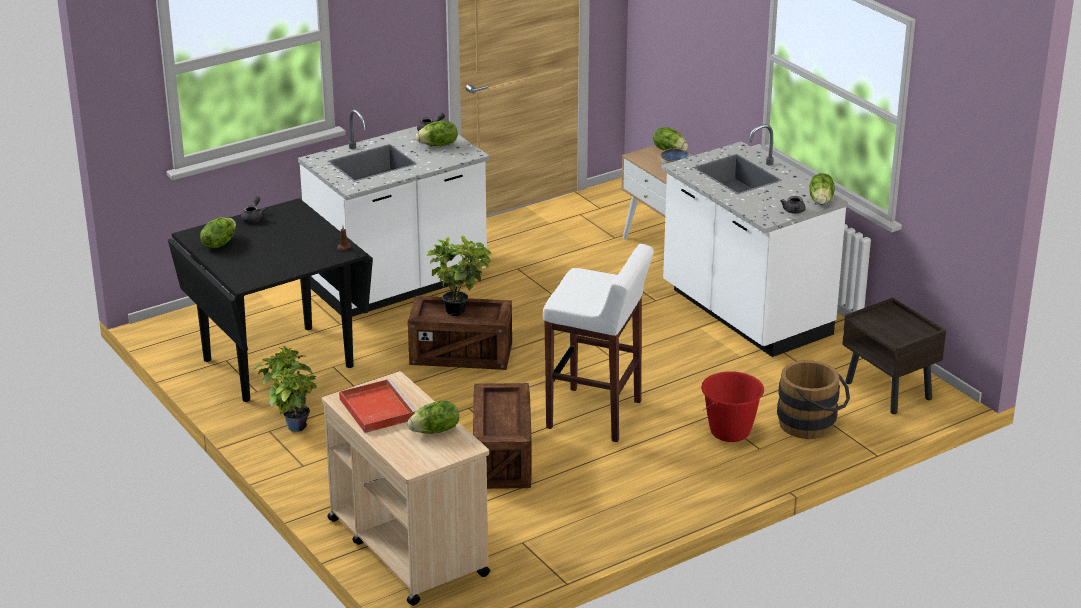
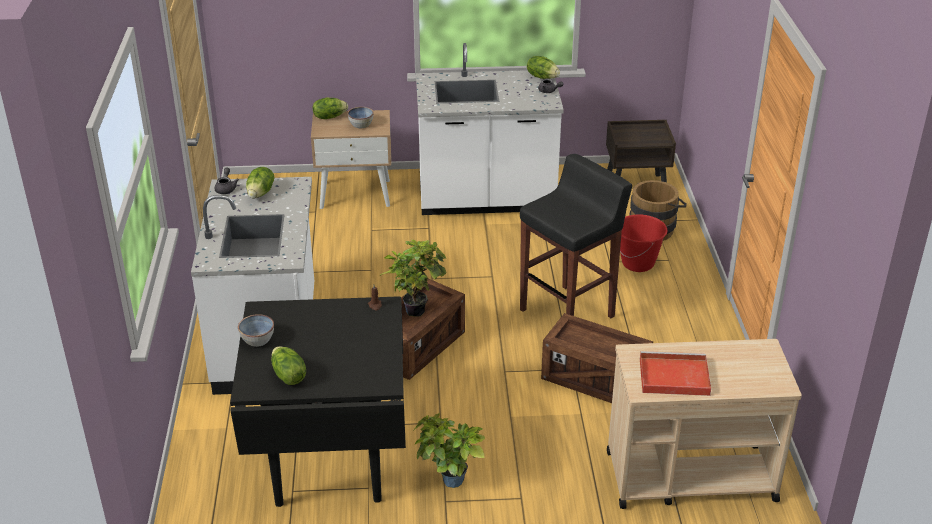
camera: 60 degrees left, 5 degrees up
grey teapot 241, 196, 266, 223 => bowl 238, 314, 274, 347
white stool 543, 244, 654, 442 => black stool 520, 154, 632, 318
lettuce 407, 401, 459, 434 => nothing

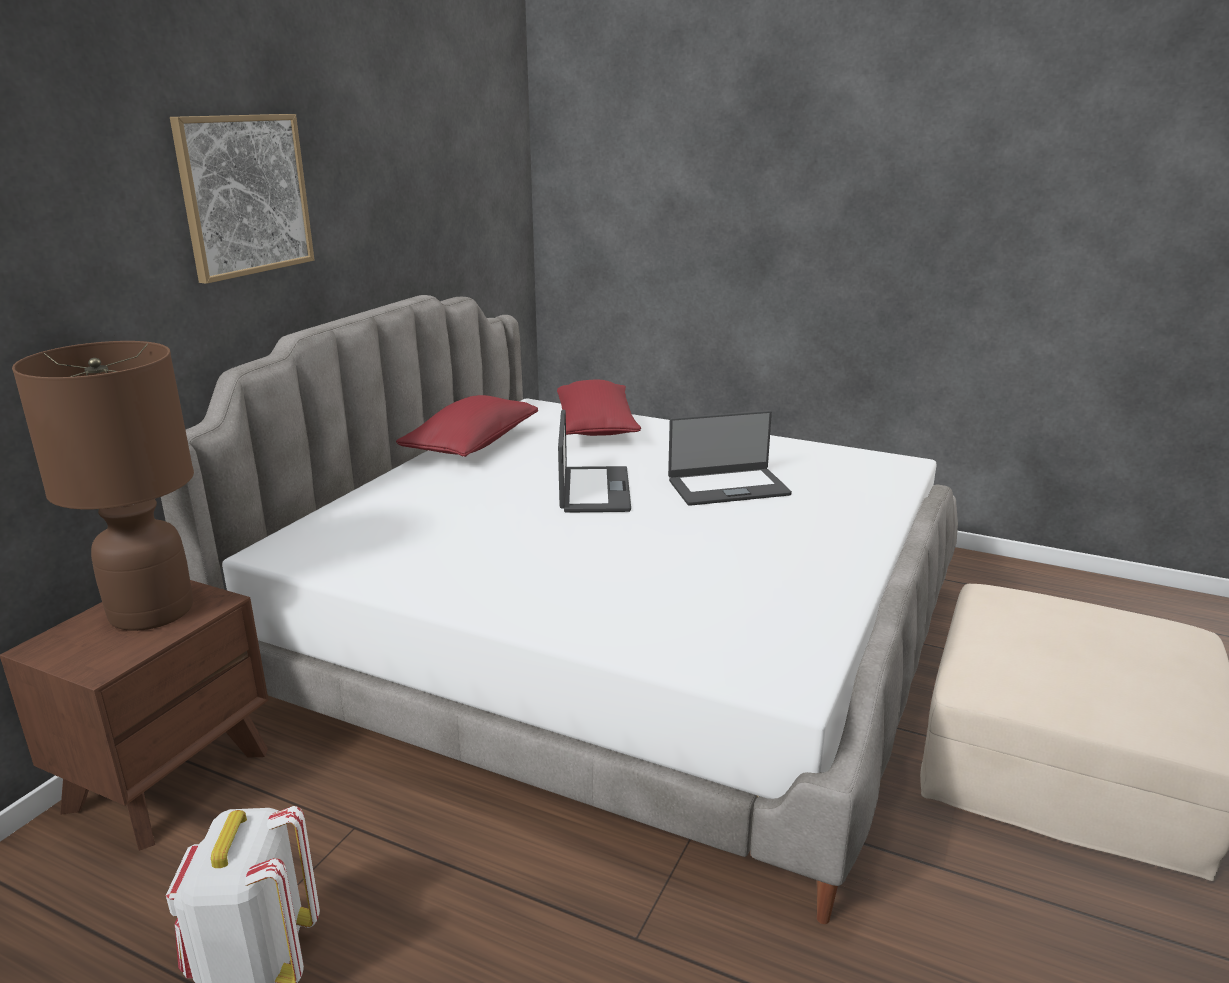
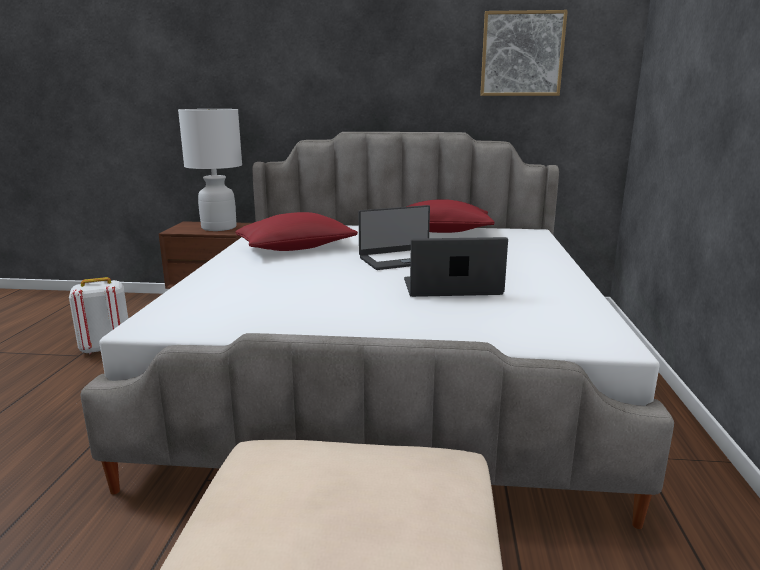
camera: 70 degrees right, 5 degrees down
brown table lamp 12, 341, 194, 631 => white table lamp 178, 109, 242, 231
red pillow 557, 380, 641, 436 => red pillow 236, 212, 358, 251, move
laptop 668, 410, 792, 506 => laptop 404, 237, 508, 297, 120 degrees clockwise
picture 170, 114, 314, 284 => picture 480, 10, 568, 96, move

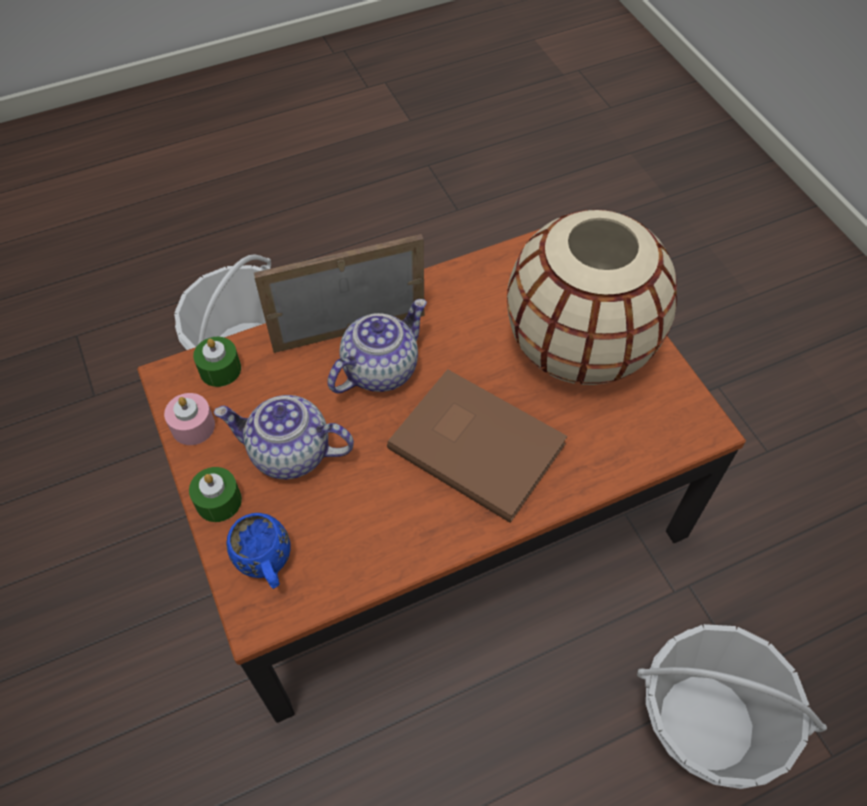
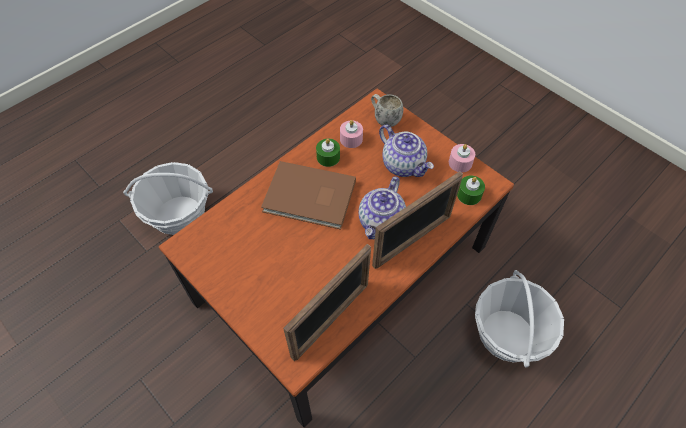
camera: 160 degrees right, 0 degrees up
nothing => picture frame 283, 244, 371, 361
green candle 189, 467, 242, 522 => green candle 316, 139, 340, 167, move
nothing => pink candle 340, 120, 363, 148
blue mug 226, 513, 290, 589 => white mug 371, 94, 403, 127
teapot 214, 395, 354, 479 => teapot 379, 125, 434, 177, 60 degrees clockwise
beige vase 507, 209, 677, 385 => nothing

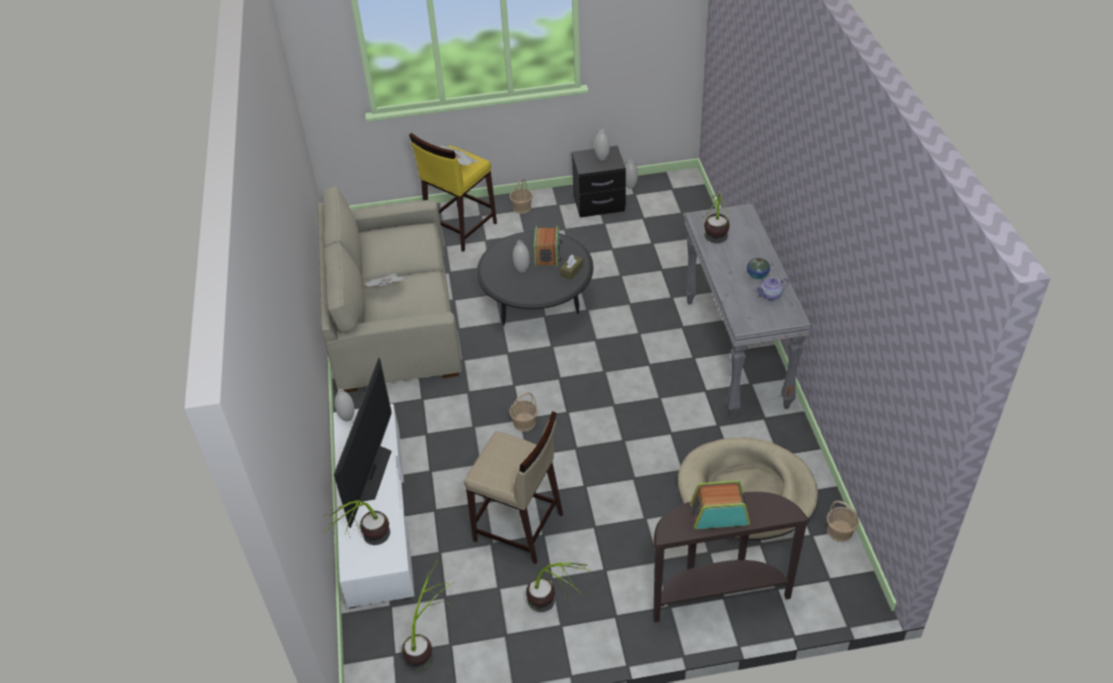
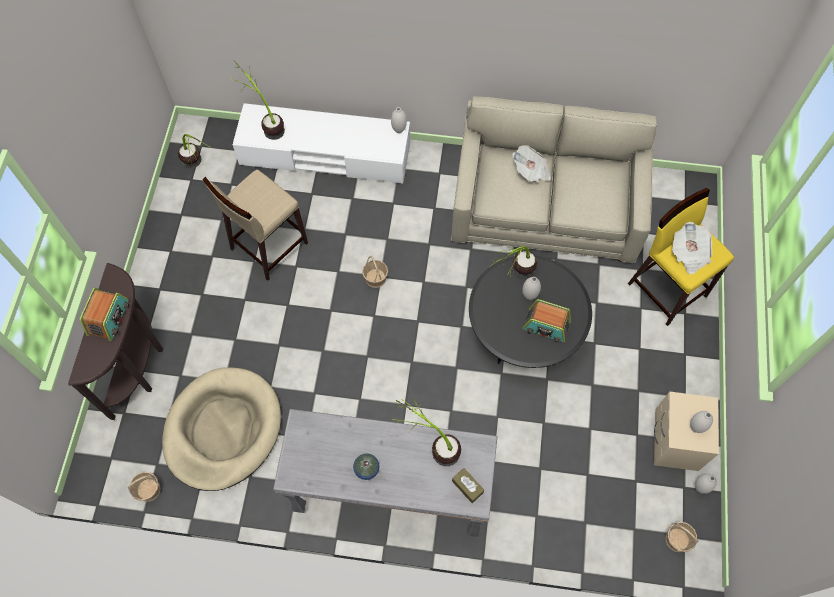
camera: 105 degrees right, 20 degrees up
brown tissue box 560, 255, 583, 280 => brown tissue box 452, 468, 484, 503, move
potted plant 526, 563, 592, 612 => potted plant 491, 246, 537, 278, move
black nightstand 572, 146, 626, 217 => beige nightstand 654, 392, 719, 471
basket 509, 178, 533, 214 => basket 666, 522, 698, 552, move
television 334, 358, 392, 528 => nothing
teapot 755, 277, 789, 300 => nothing

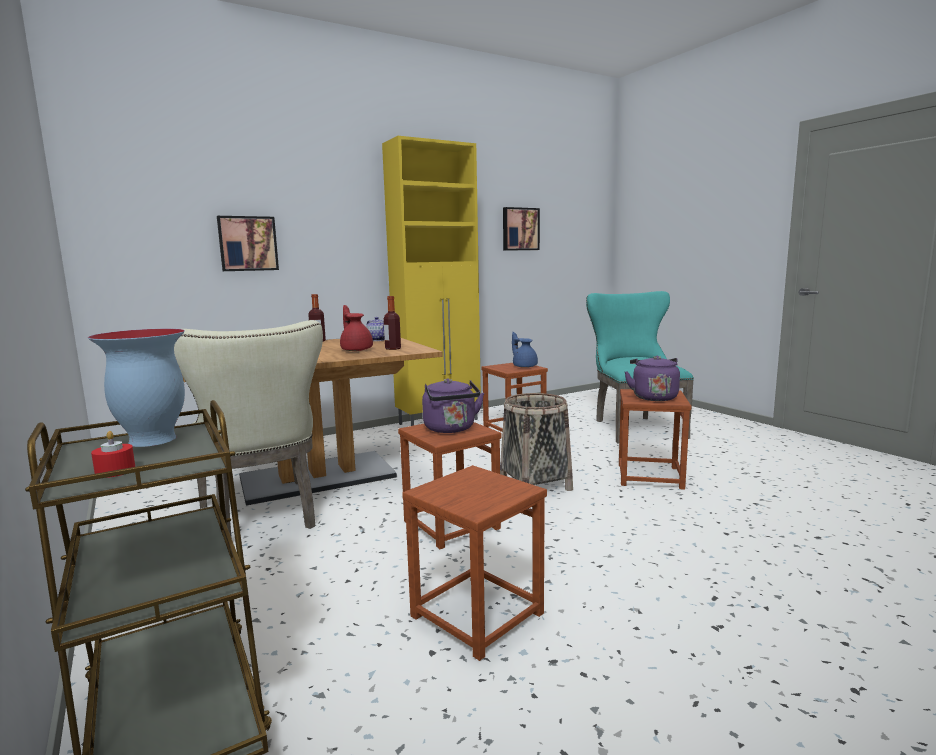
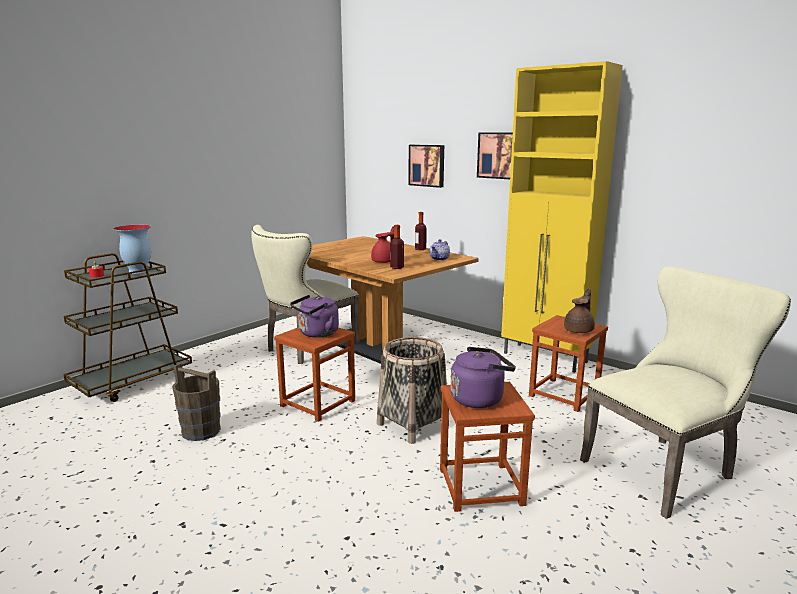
camera: 70 degrees right, 5 degrees up
brown stool 402, 465, 547, 661 => brown bucket 172, 363, 221, 441
picture 503, 207, 540, 251 => picture 477, 132, 513, 179, move
blue teapot 512, 332, 538, 368 => brown teapot 564, 288, 595, 333
turquoise chair 586, 291, 694, 443 => beige chair 580, 266, 791, 519

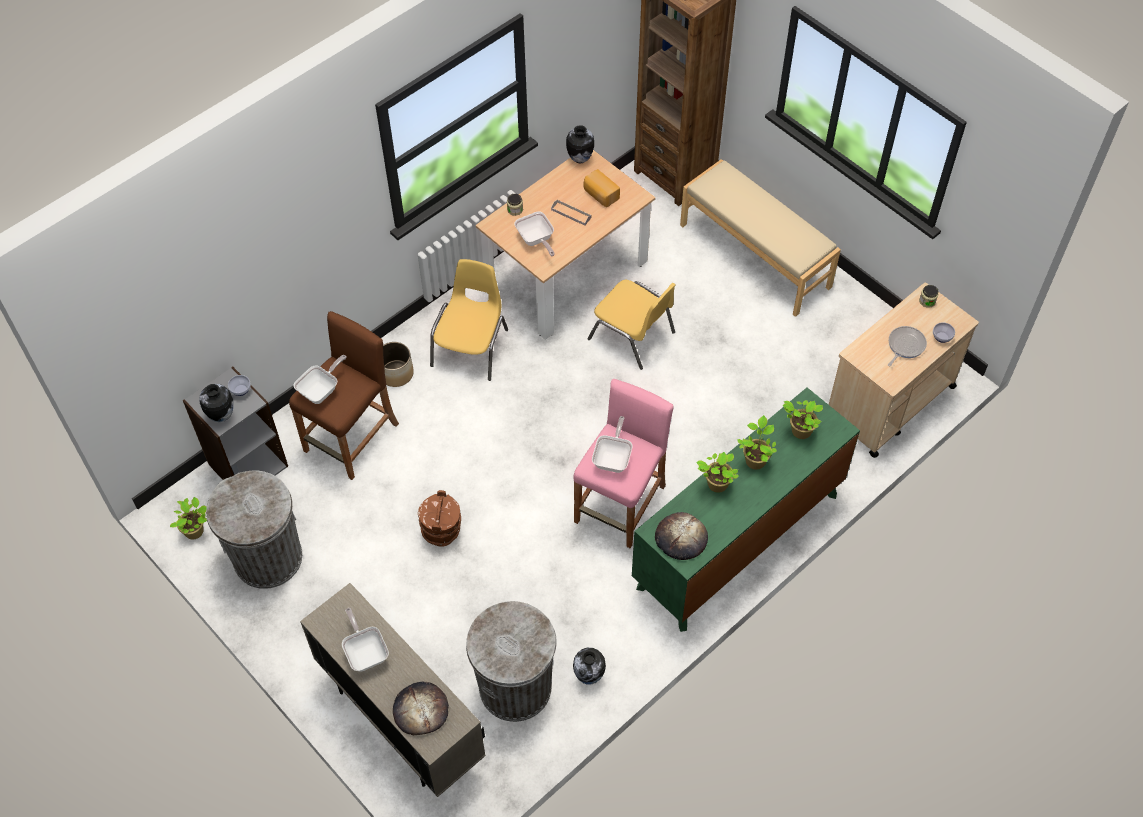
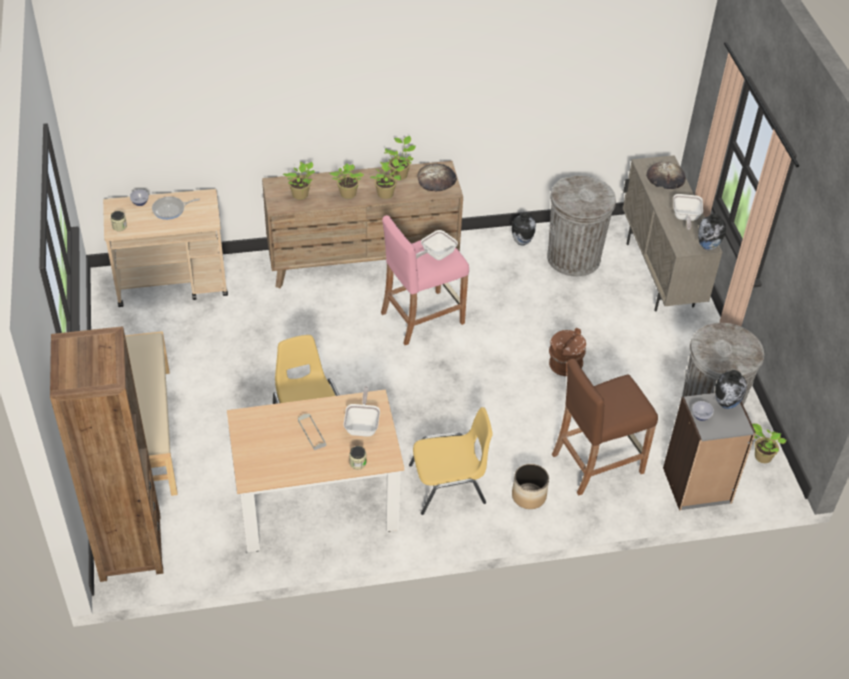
camera: 150 degrees left, 10 degrees down
green dresser 632, 388, 860, 632 => brown dresser 262, 161, 463, 288
nothing => potted plant 384, 136, 416, 180
yellow chair 430, 259, 508, 381 => yellow chair 409, 407, 493, 515, 150 degrees counterclockwise
vase 566, 125, 594, 163 => vase 698, 214, 726, 250, move
frying pan 293, 355, 347, 404 => nothing
bread 583, 169, 620, 207 => nothing

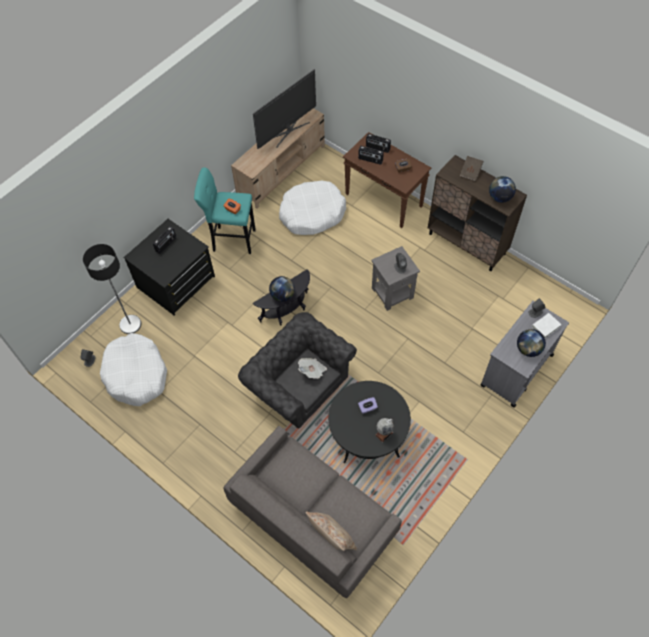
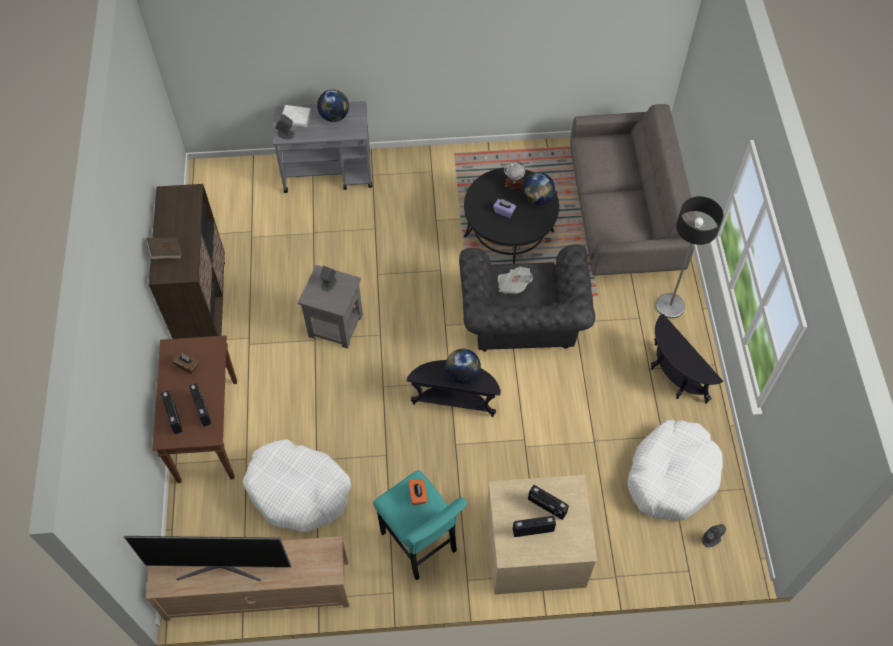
camera: 135 degrees left, 0 degrees up
black dresser 123, 219, 215, 316 => beige dresser 486, 475, 597, 594
globe 489, 176, 516, 203 => globe 523, 173, 555, 205, move
nothing => radio 528, 485, 569, 520
nothing => black side table 651, 314, 723, 404
floor lamp 83, 244, 142, 334 => floor lamp 656, 196, 724, 319, move
beige pillow 305, 512, 357, 551 => nothing

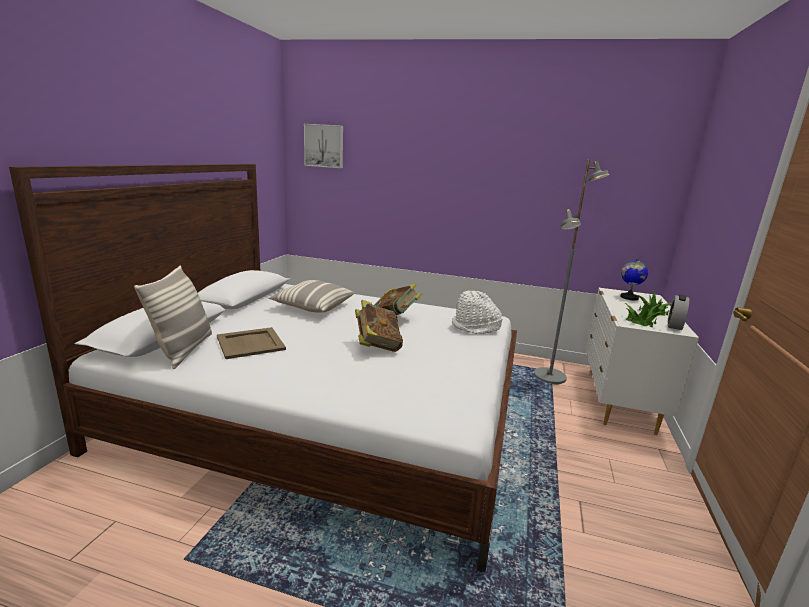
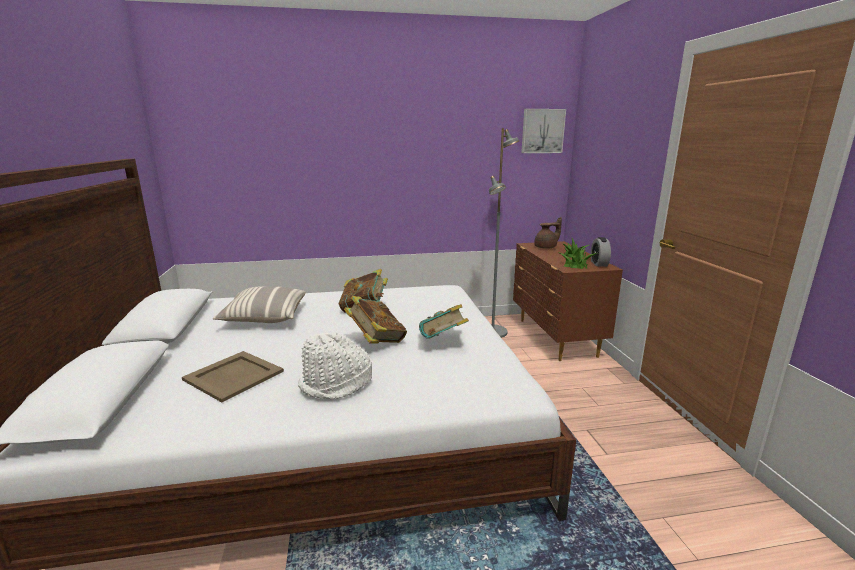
camera: 25 degrees left, 0 degrees up
white hat 452, 291, 503, 334 => white hat 298, 332, 372, 399, move
nothing => book 419, 304, 469, 338
white dresser 586, 288, 699, 435 => brown dresser 513, 241, 623, 361
picture 304, 124, 343, 168 => picture 521, 109, 566, 153, move
globe 620, 257, 648, 300 => brown teapot 534, 217, 562, 249
pillow 134, 266, 212, 369 => nothing

